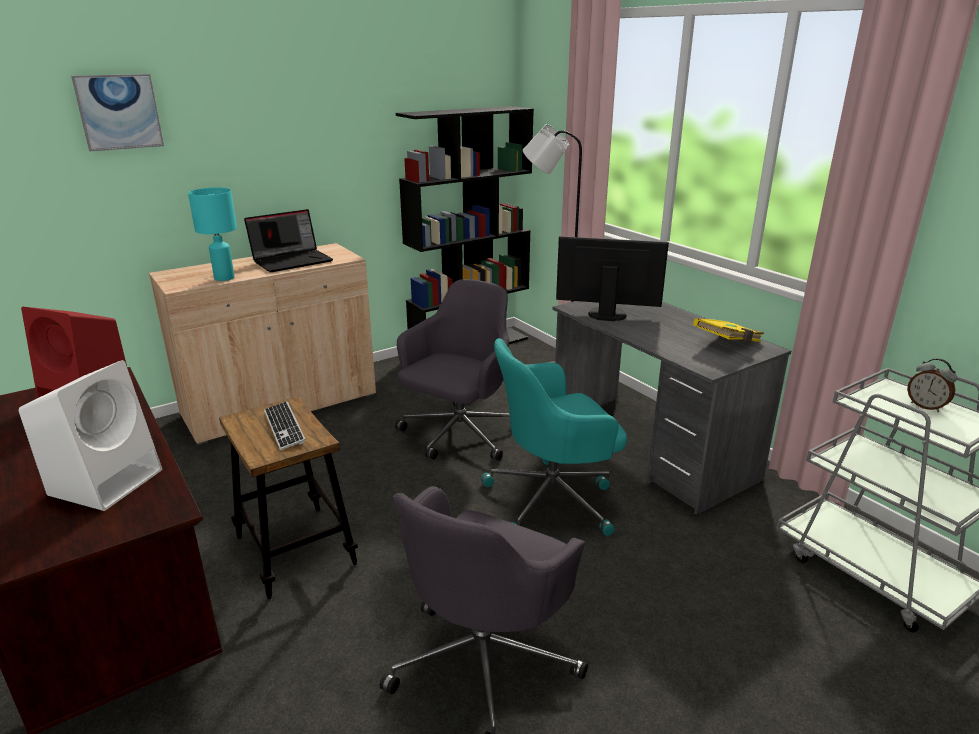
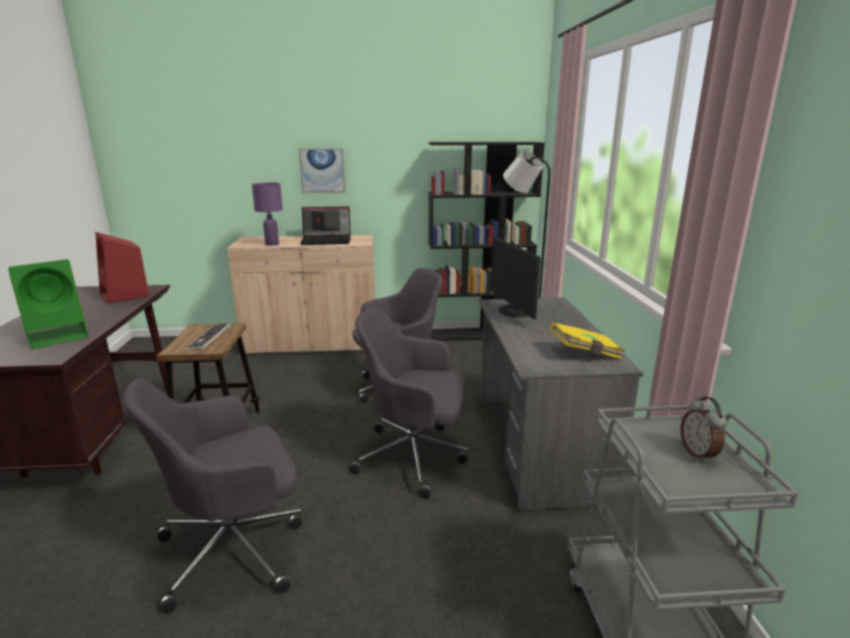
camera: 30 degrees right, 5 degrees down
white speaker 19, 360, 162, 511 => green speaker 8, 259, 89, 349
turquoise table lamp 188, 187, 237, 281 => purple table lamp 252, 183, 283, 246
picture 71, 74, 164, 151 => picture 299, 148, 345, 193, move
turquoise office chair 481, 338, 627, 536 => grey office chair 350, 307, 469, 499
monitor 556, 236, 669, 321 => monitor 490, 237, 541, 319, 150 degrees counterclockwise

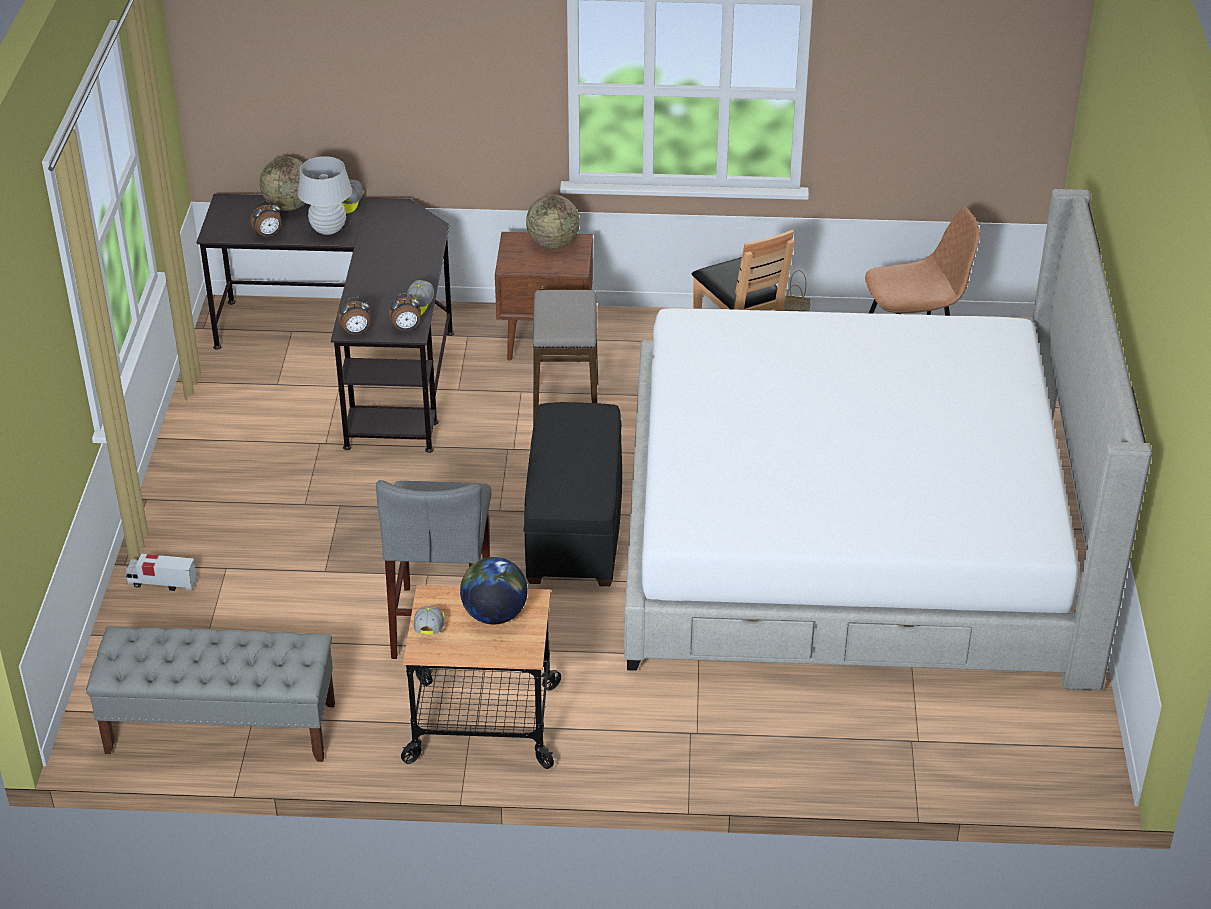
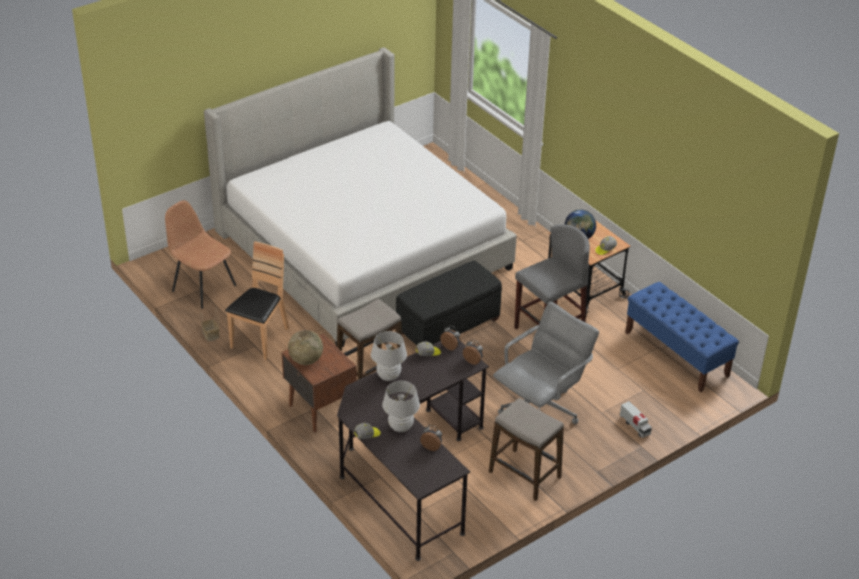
camera: 130 degrees left, 0 degrees up
nothing => white table lamp 371, 331, 407, 381
nothing => stool 489, 398, 564, 501
nothing => grey office chair 493, 302, 599, 424
grey bench 86, 626, 335, 762 => blue bench 625, 282, 739, 392
globe 260, 157, 306, 211 => nothing

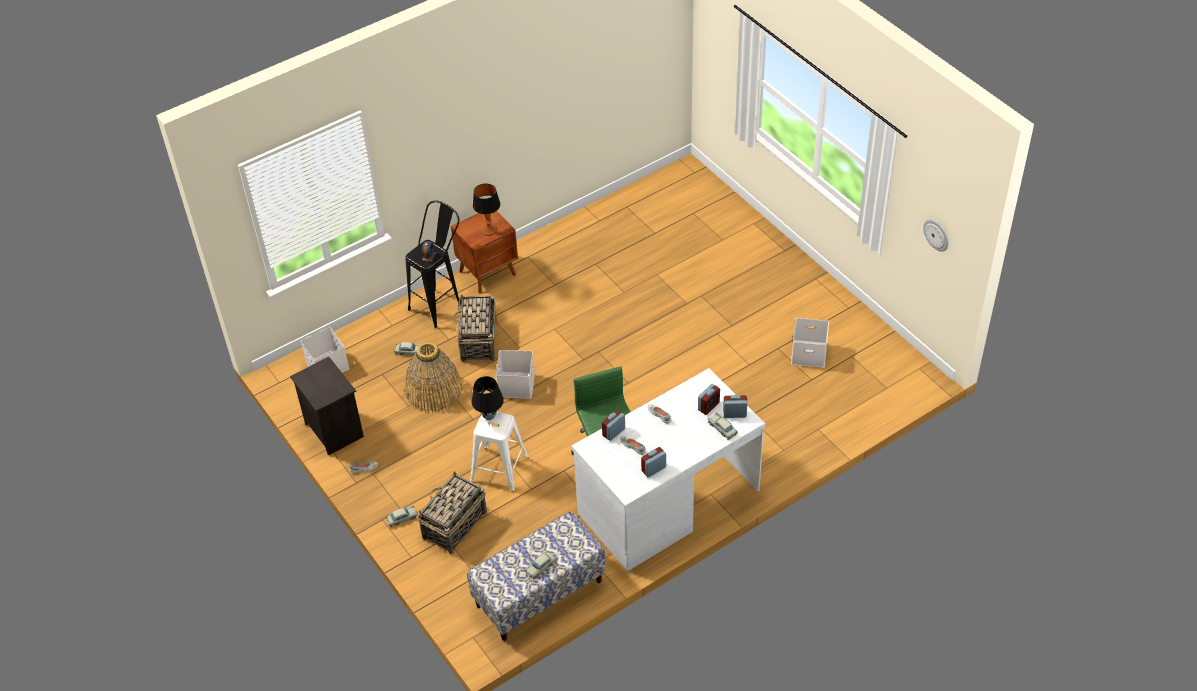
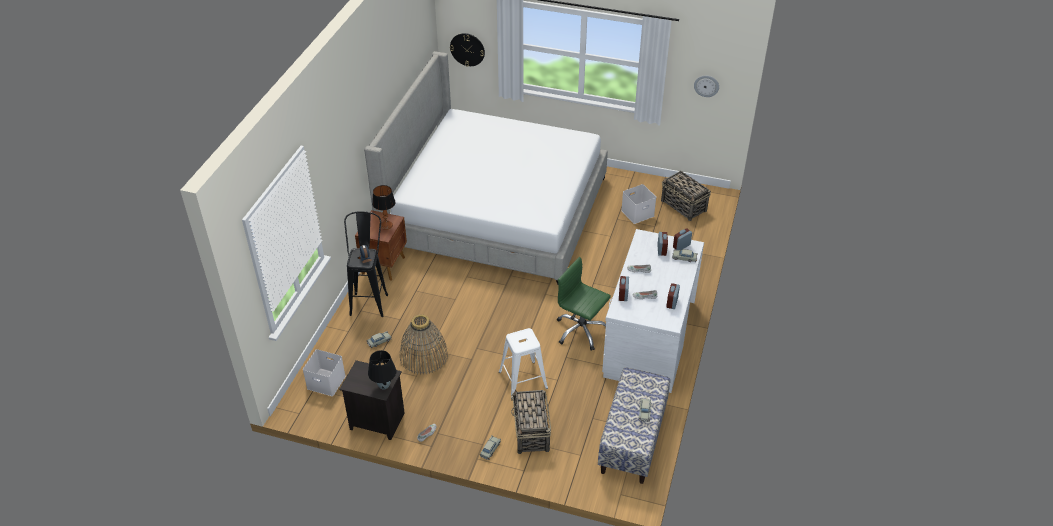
camera: 40 degrees left, 5 degrees down
nothing => bed 364, 51, 608, 285
black table lamp 472, 376, 504, 420 => black table lamp 368, 350, 396, 390, move
nothing => wall clock 450, 33, 485, 67
basket 454, 294, 497, 362 => basket 661, 171, 711, 221, move
white storage box 496, 350, 535, 399 => nothing

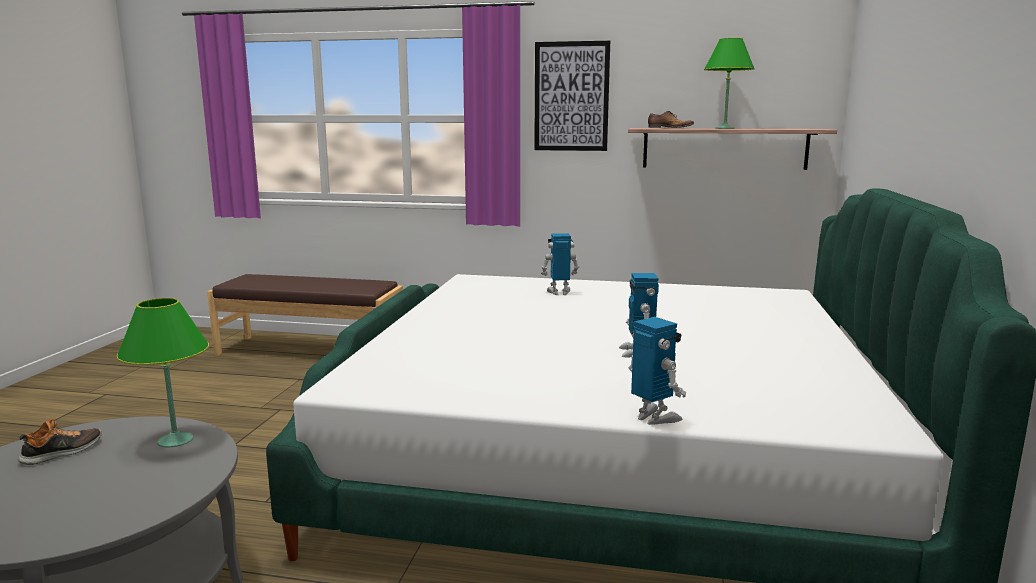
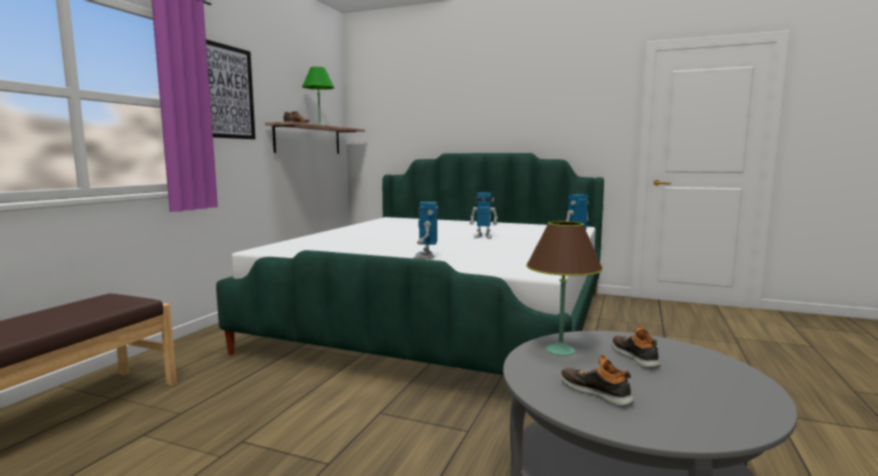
camera: 80 degrees left, 5 degrees down
toy robot 541, 233, 579, 295 => toy robot 414, 202, 438, 259, move
green table lamp 116, 298, 209, 447 => brown table lamp 526, 221, 603, 356
nothing => shoe 612, 325, 661, 368

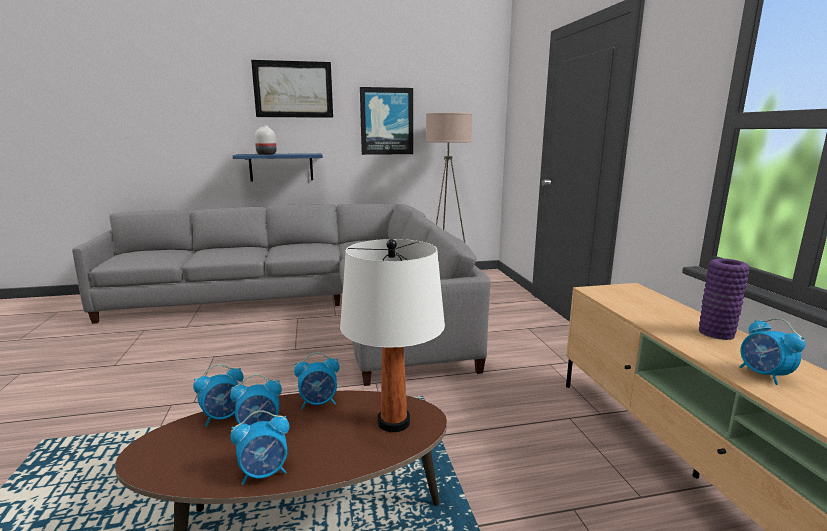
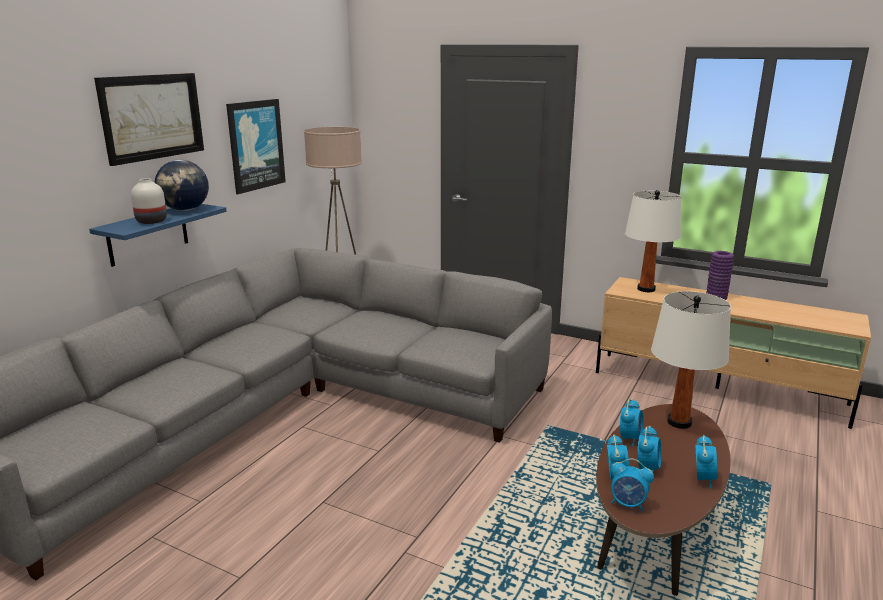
camera: 50 degrees left, 5 degrees up
nothing => globe 154, 160, 209, 211
alarm clock 740, 318, 806, 385 => alarm clock 611, 458, 654, 512, move
nothing => white table lamp 625, 190, 681, 292

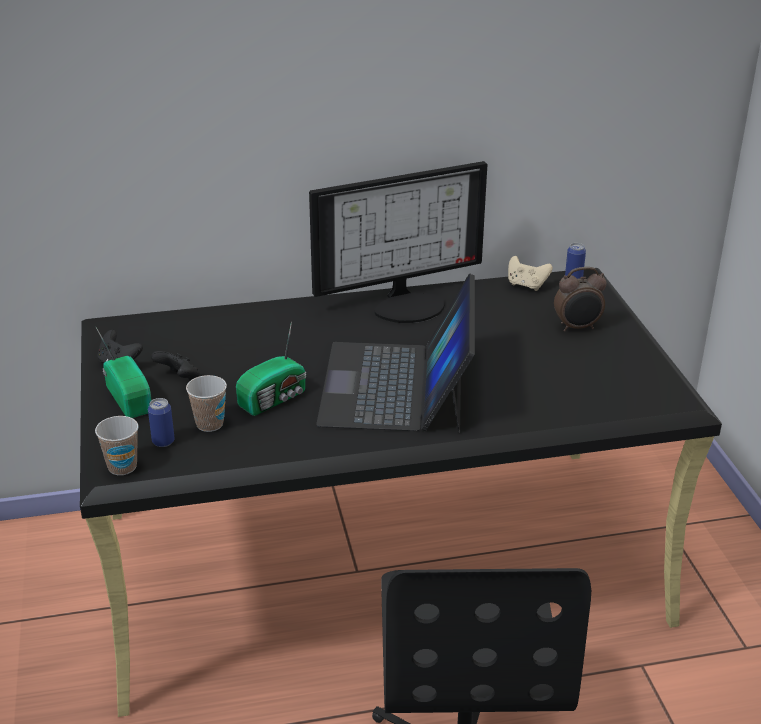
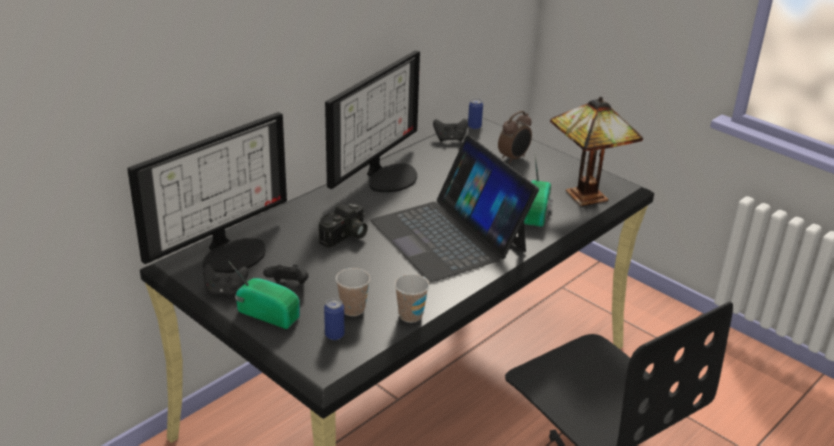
camera: 35 degrees left, 0 degrees up
nothing => monitor 127, 112, 287, 273
nothing => photo camera 319, 203, 368, 247
cup 95, 416, 139, 475 => cup 395, 274, 429, 323, move
beige game controller 508, 256, 553, 291 => black game controller 433, 118, 468, 142
radio 236, 321, 307, 416 => radio 524, 155, 553, 227, move
nothing => table lamp 550, 97, 643, 206

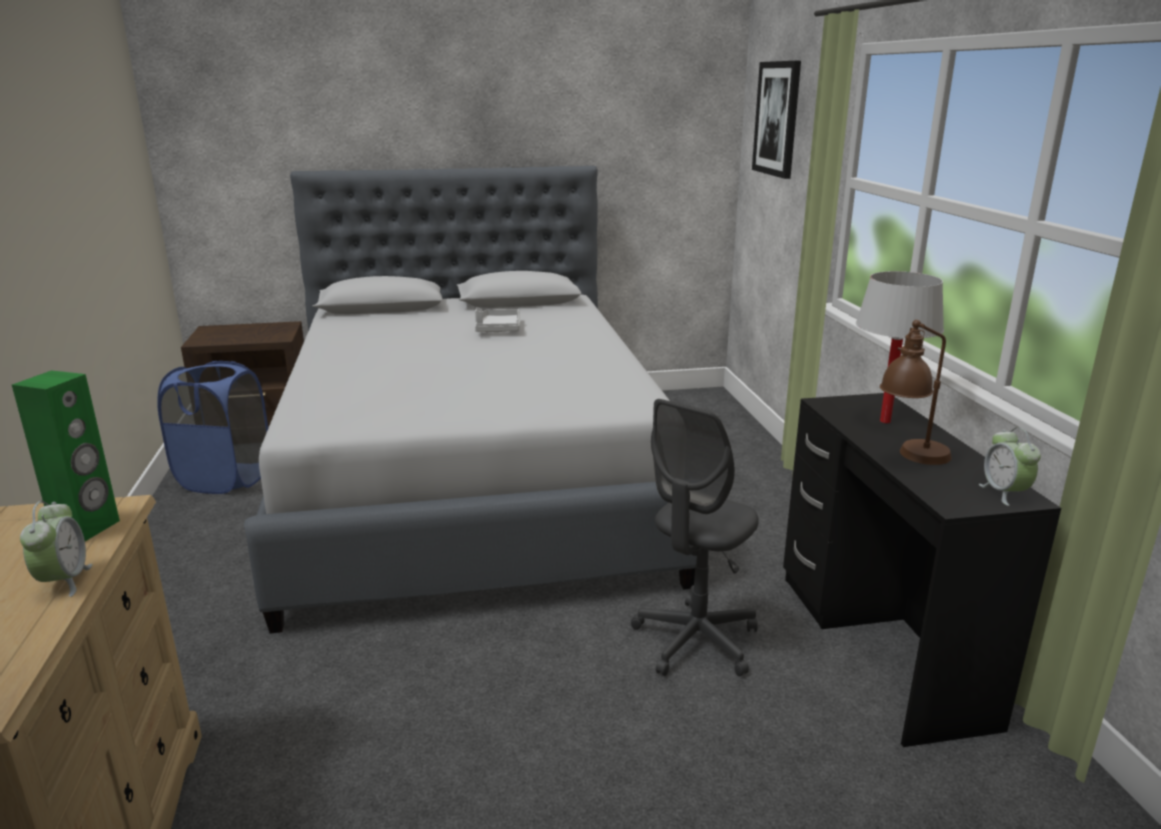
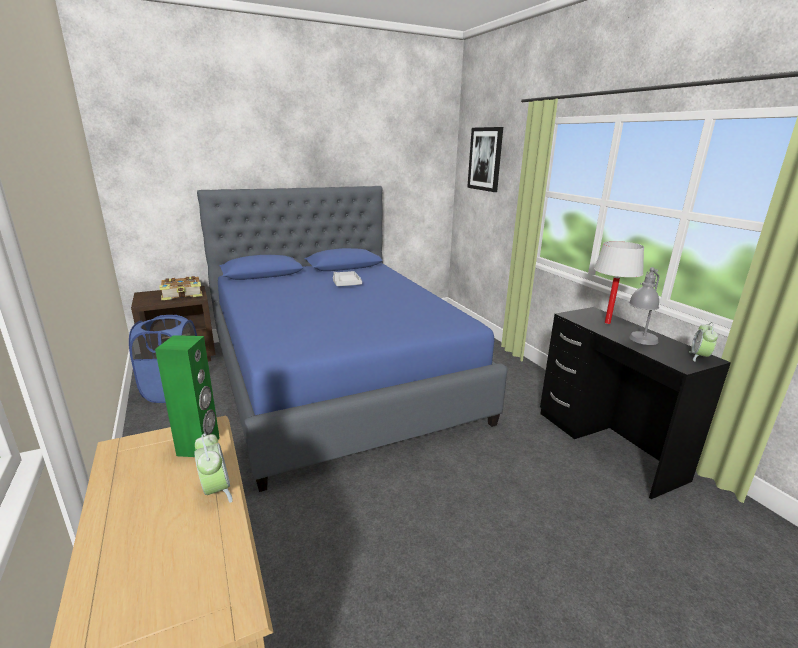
camera: 15 degrees left, 0 degrees up
nothing => book 159, 276, 202, 300
grey bed 244, 166, 697, 633 => blue bed 197, 186, 508, 492
brown table lamp 880, 320, 951, 465 => grey table lamp 629, 267, 659, 345
alarm clock 979, 427, 1041, 506 => alarm clock 689, 322, 718, 362, 45 degrees clockwise
grey office chair 631, 399, 759, 677 => nothing

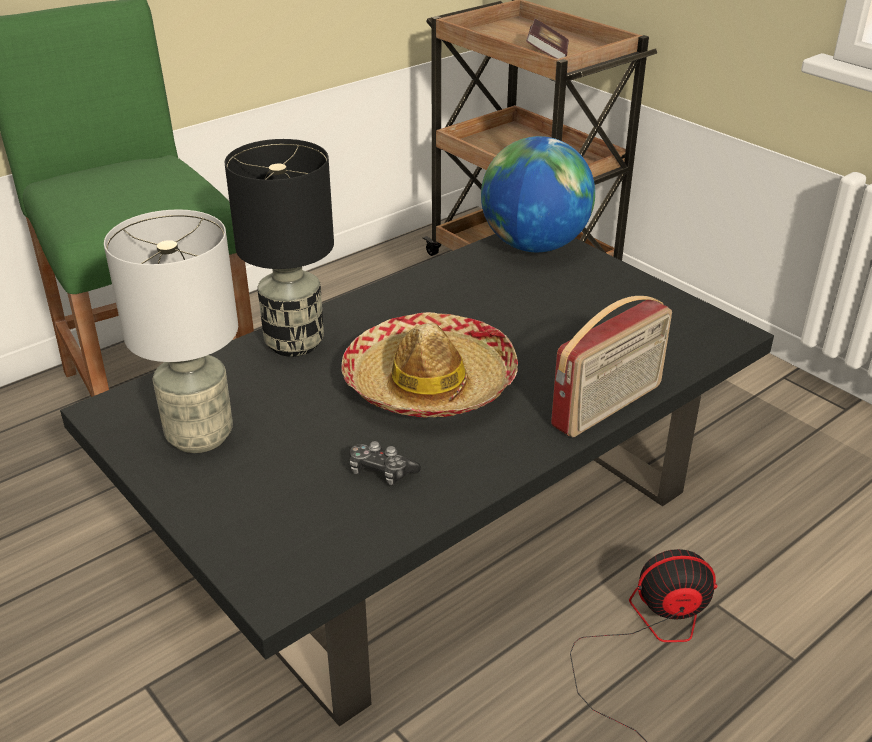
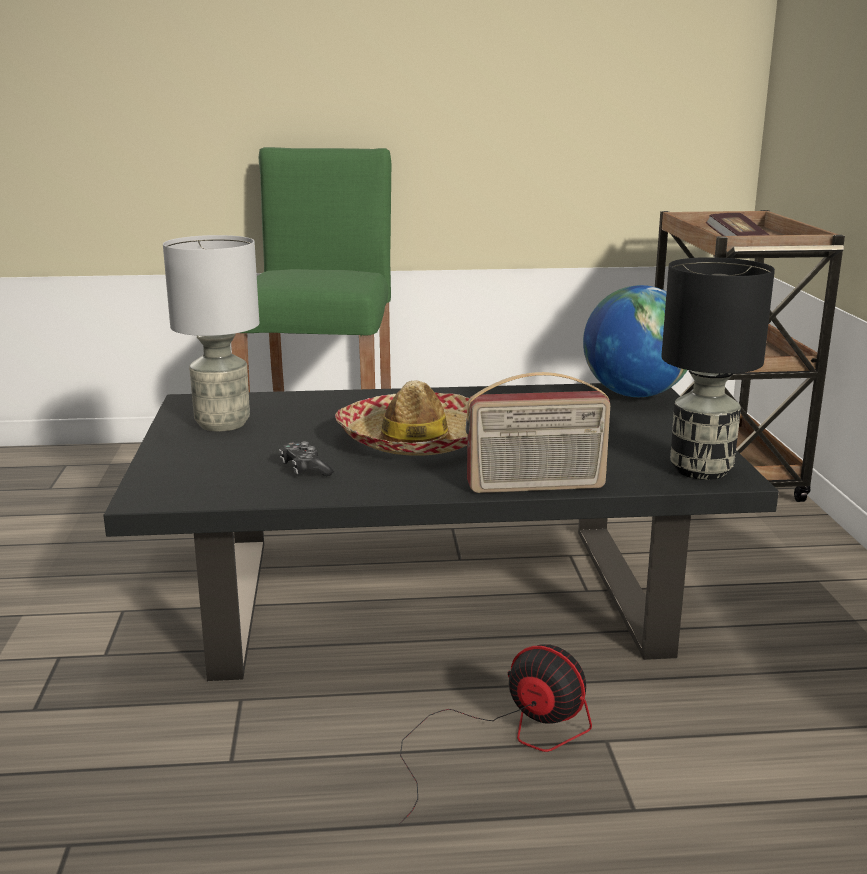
camera: 35 degrees right, 15 degrees down
black table lamp 224, 139, 334, 357 => black table lamp 661, 257, 775, 480, move

